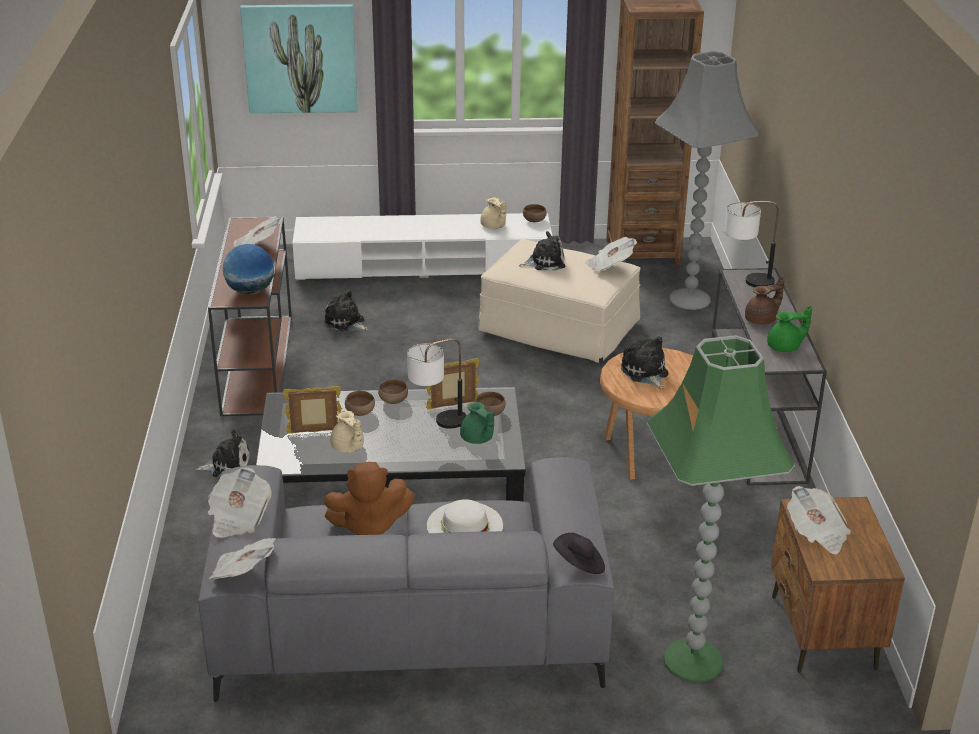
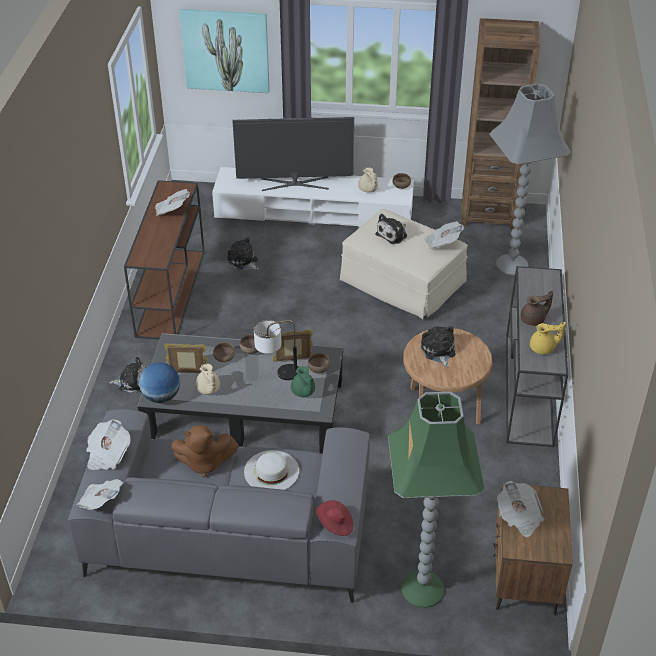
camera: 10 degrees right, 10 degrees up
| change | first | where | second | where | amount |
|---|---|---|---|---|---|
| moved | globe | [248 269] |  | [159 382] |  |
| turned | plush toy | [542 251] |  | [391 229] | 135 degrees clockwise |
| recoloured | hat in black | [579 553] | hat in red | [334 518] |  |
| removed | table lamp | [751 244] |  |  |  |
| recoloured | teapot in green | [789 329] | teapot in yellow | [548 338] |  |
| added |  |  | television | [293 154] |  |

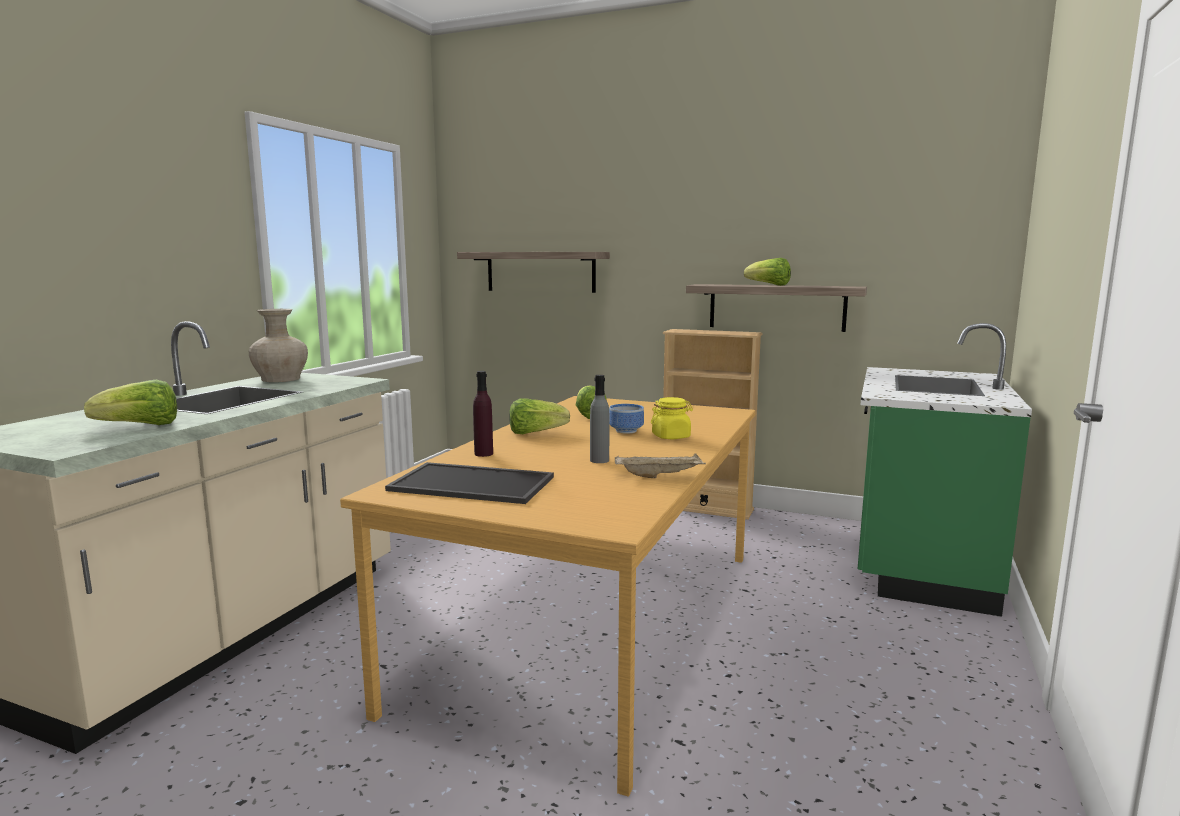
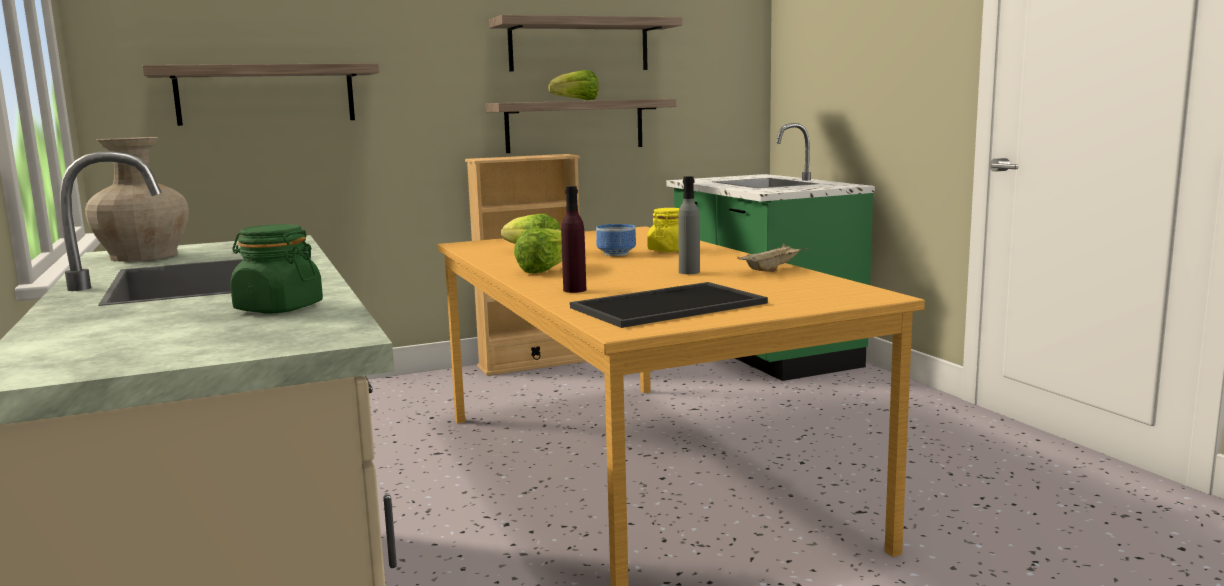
camera: 45 degrees left, 0 degrees up
| change | first | where | second | where | amount |
|---|---|---|---|---|---|
| replaced | lettuce | [130 402] | jar in green | [276 268] |  |
| added |  |  | shelf | [585 43] |  |

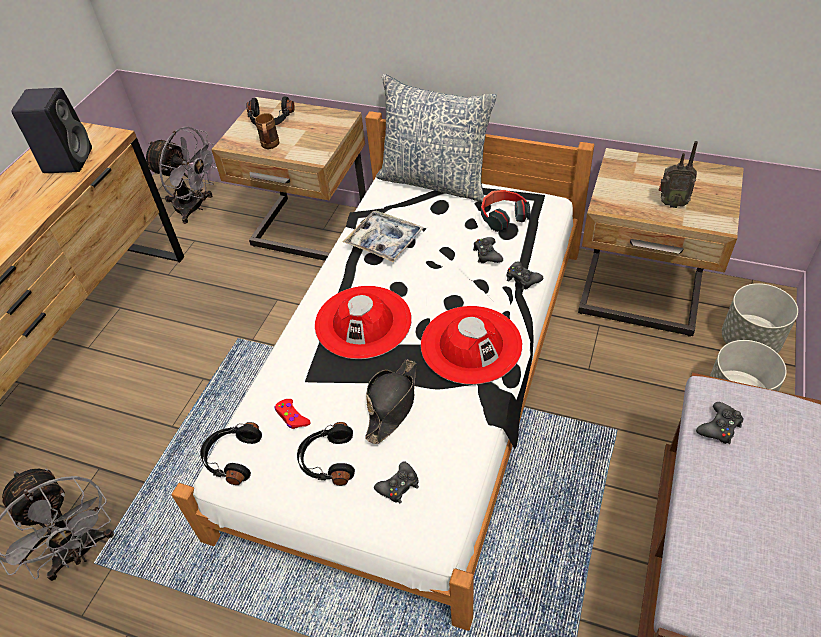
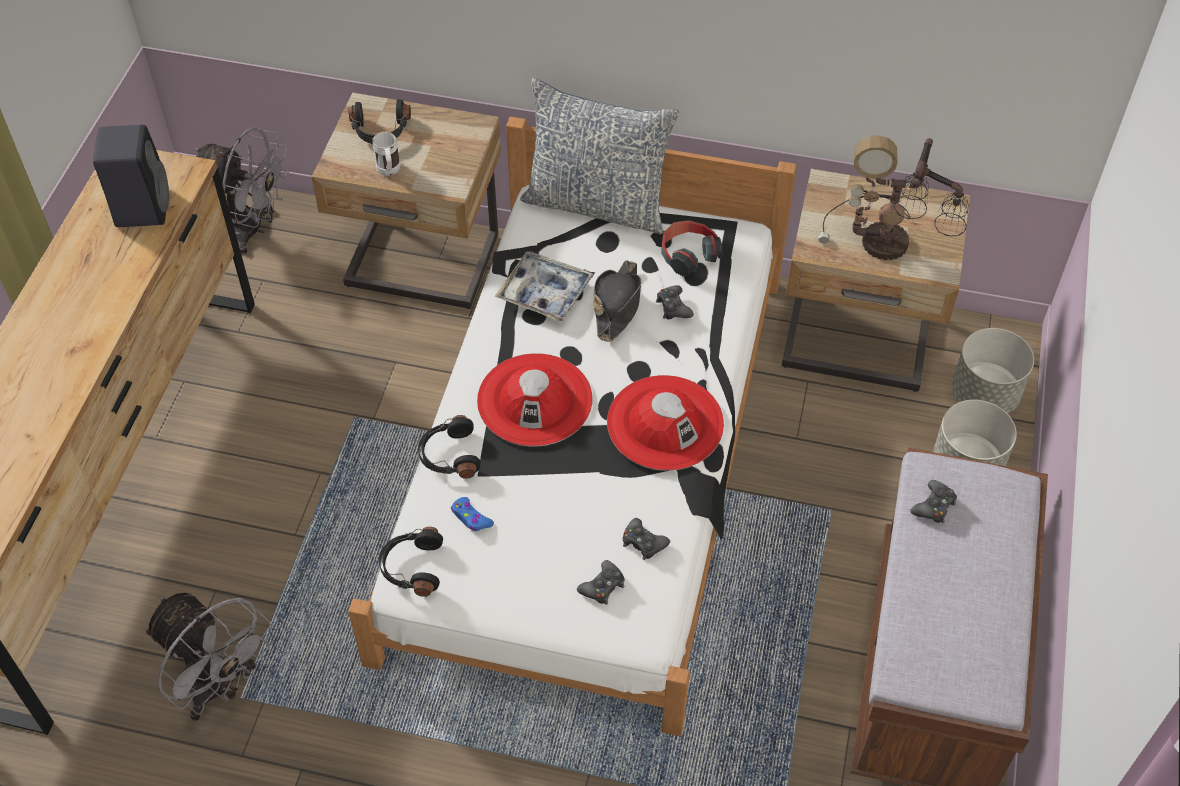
camera: 10 degrees left, 5 degrees up
| change | first | where | second | where | amount |
|---|---|---|---|---|---|
| recoloured | mug in brown | [267 131] | mug in white | [386 154] |  |
| recoloured | game controller in red | [293 414] | game controller in blue | [472 514] |  |
| moved | headphones in black | [326 454] |  | [449 447] |  |
| moved | hat in black | [391 401] |  | [617 301] |  |
| moved | game controller in black | [525 275] |  | [646 539] |  |
| replaced | radio | [678 174] | table lamp | [893 198] |  |

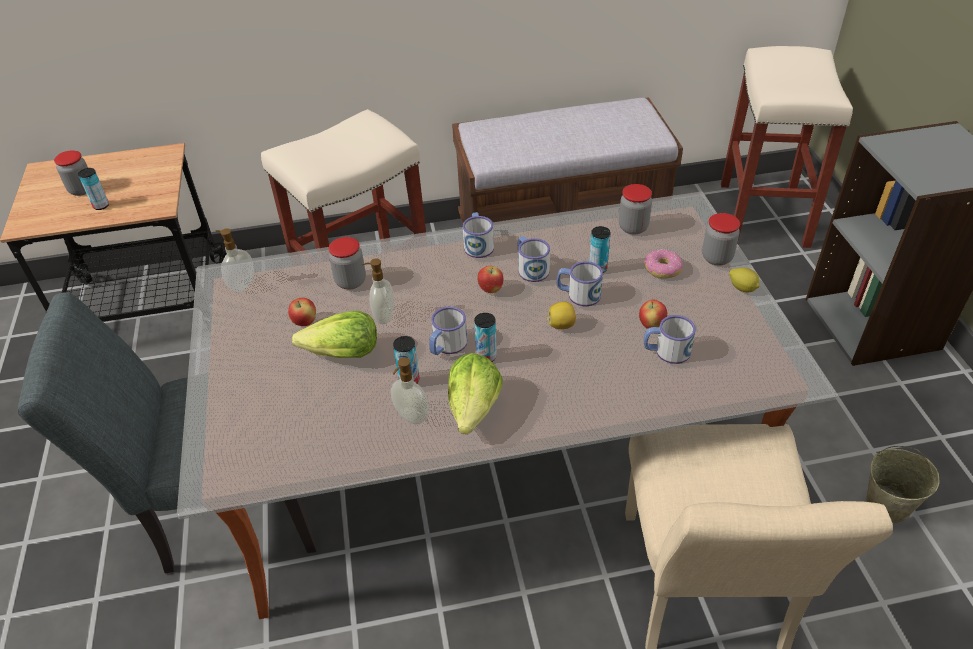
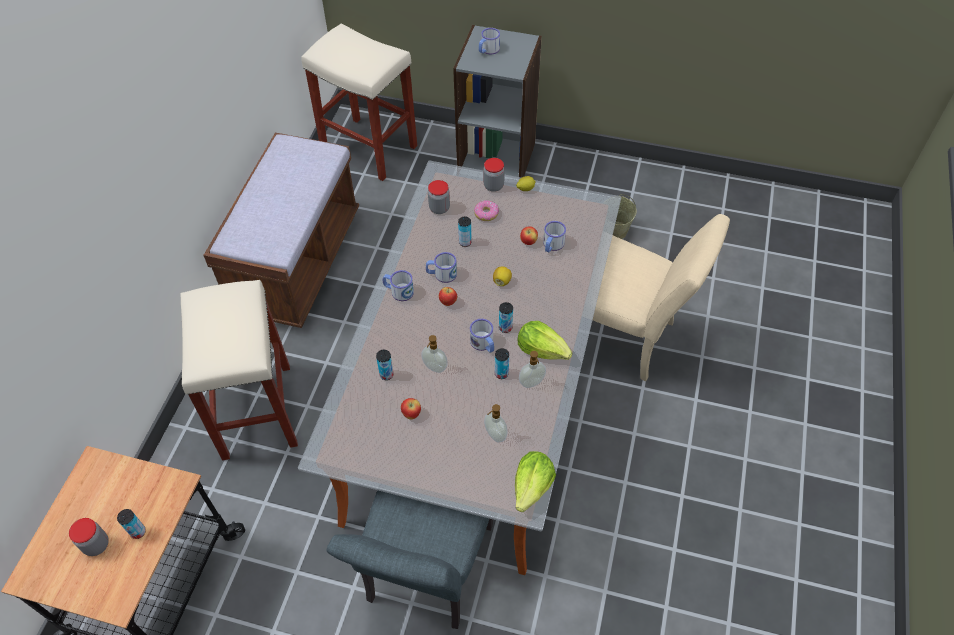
camera: 65 degrees left, 10 degrees up
| change | first | where | second | where | amount |
|---|---|---|---|---|---|
| moved | soap dispenser | [235 260] |  | [495 423] |  |
| moved | lettuce | [334 334] |  | [535 481] |  |
| replaced | jar | [347 263] | can | [385 365] |  |
| moved | mug | [579 283] |  | [489 41] |  |

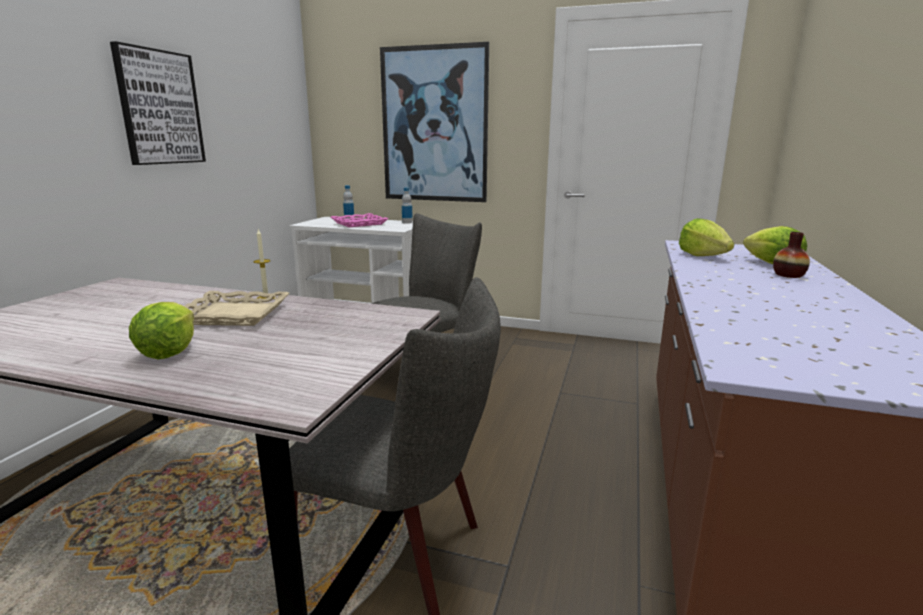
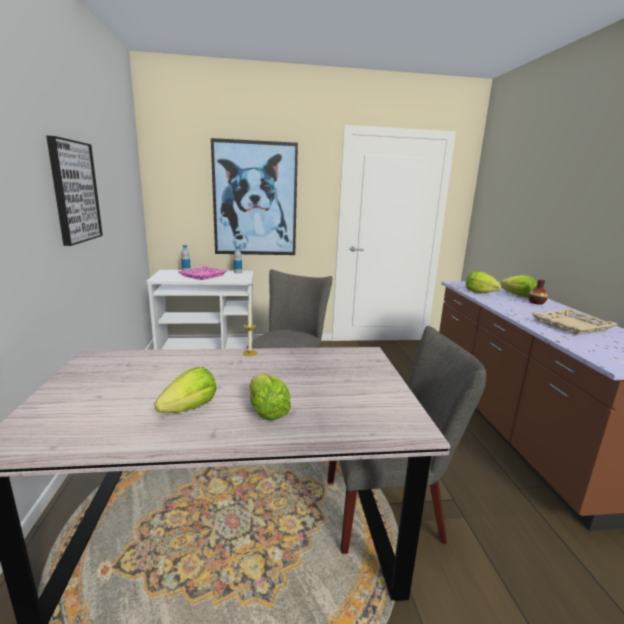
camera: 25 degrees left, 0 degrees up
| change | first | where | second | where | amount |
|---|---|---|---|---|---|
| moved | tray in beige | [236 308] |  | [575 322] |  |
| added |  |  | lettuce | [185 390] |  |

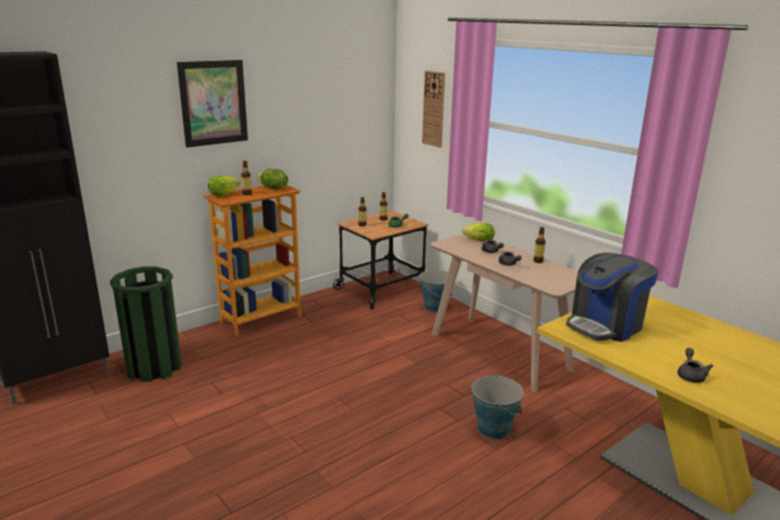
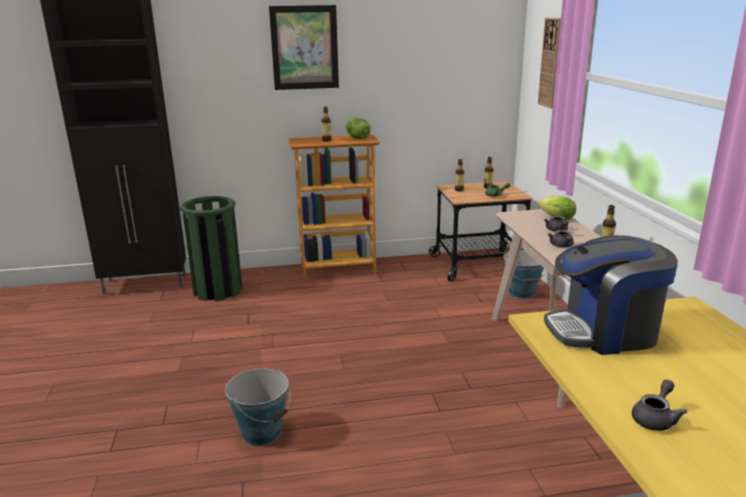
camera: 30 degrees right, 0 degrees up
| change | first | where | second | where | amount |
|---|---|---|---|---|---|
| removed | lettuce | [224 185] |  |  |  |
| moved | bucket | [497 407] |  | [258 407] |  |

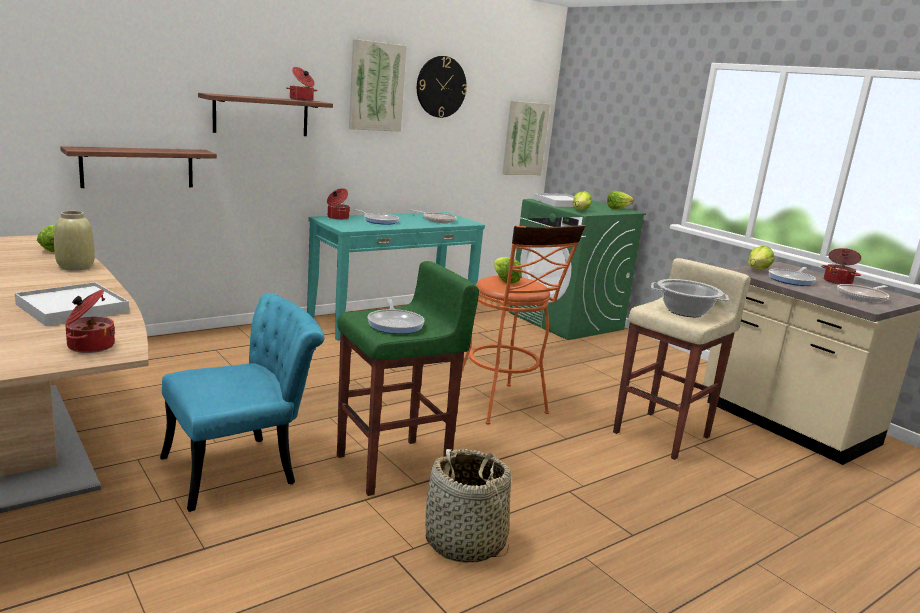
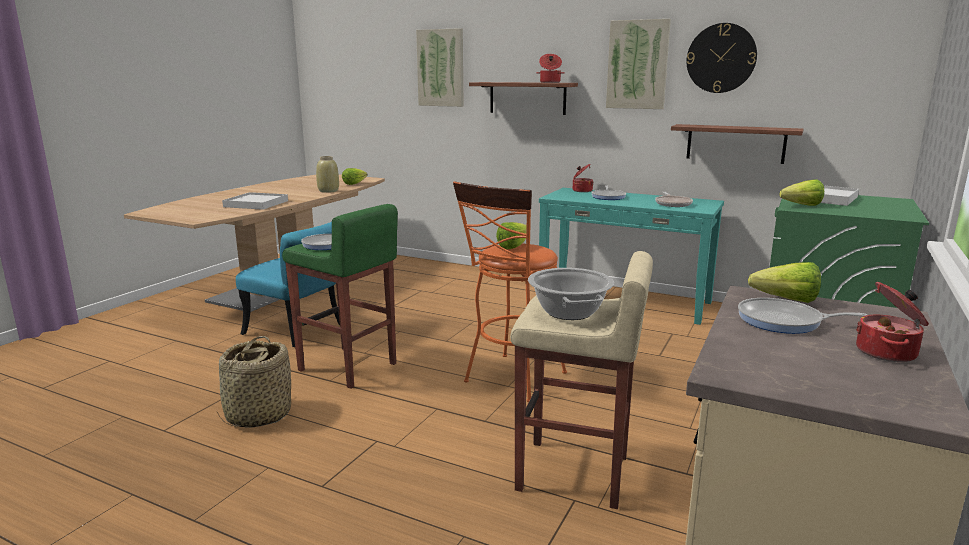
camera: 65 degrees right, 0 degrees up
| change | first | where | second | where | amount |
|---|---|---|---|---|---|
| moved | shelf | [138 167] |  | [737 144] |  |
| removed | cooking pot | [90 321] |  |  |  |
| moved | picture | [526 138] |  | [440 67] |  |
| removed | lettuce | [620 200] |  |  |  |
| removed | frying pan | [863 293] |  |  |  |

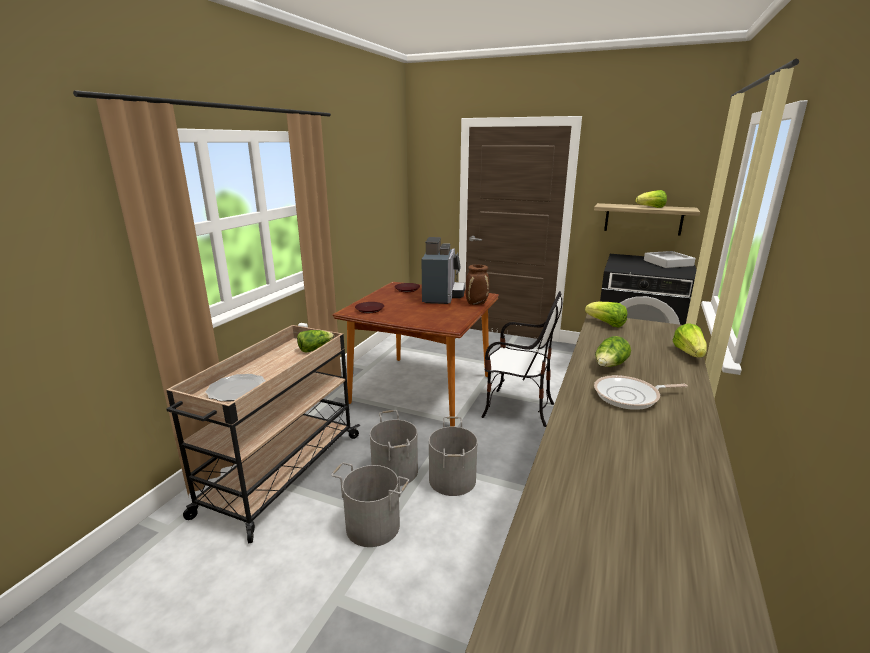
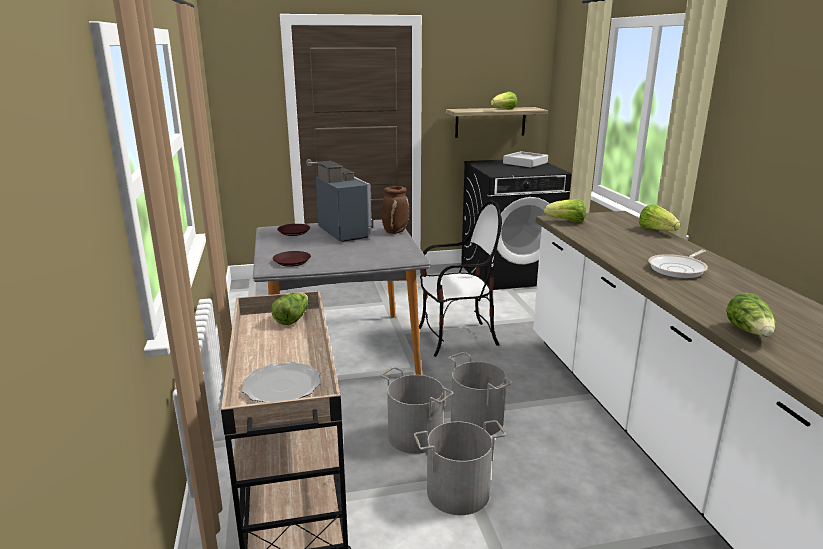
camera: 35 degrees left, 0 degrees up
| change | first | where | second | where | amount |
|---|---|---|---|---|---|
| recoloured | dining table in brown | [416 354] | dining table in grey | [341 297] |  |
| moved | lettuce | [613 351] |  | [751 314] |  |

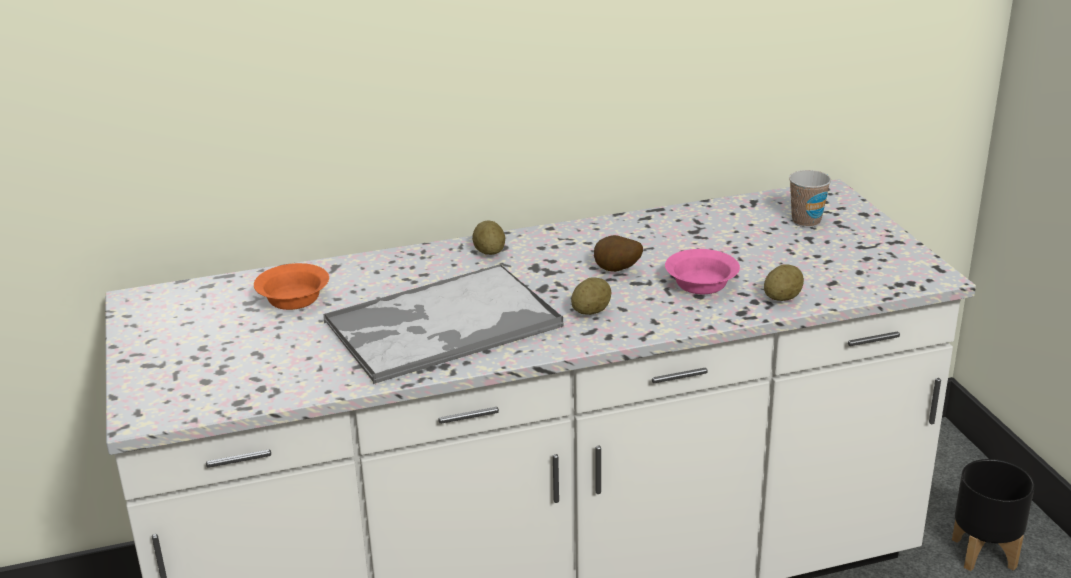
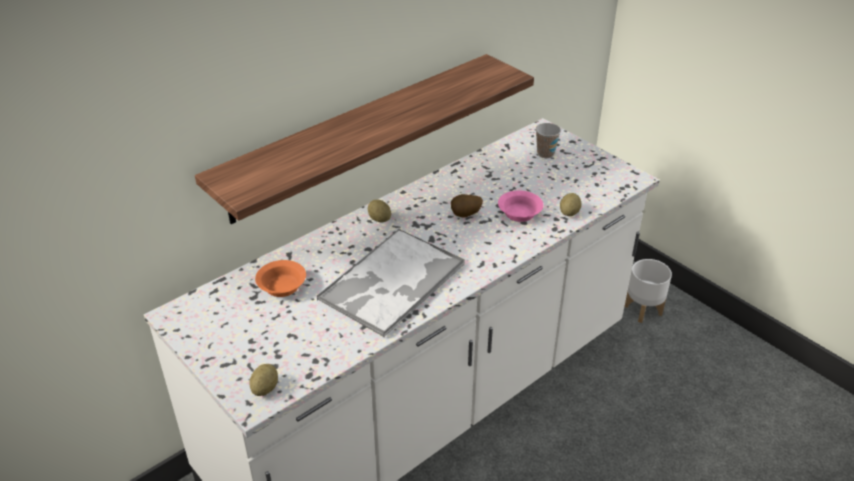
camera: 25 degrees left, 10 degrees up
| change | first | where | second | where | amount |
|---|---|---|---|---|---|
| moved | potato | [591 296] |  | [264 380] |  |
| recoloured | planter in black | [993 515] | planter in white | [648 291] |  |
| added |  |  | shelf | [364 139] |  |

